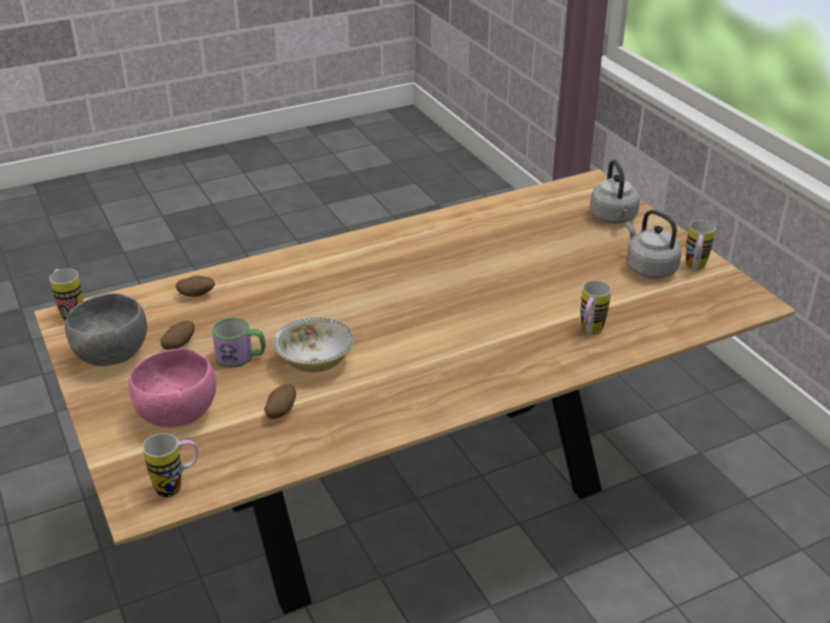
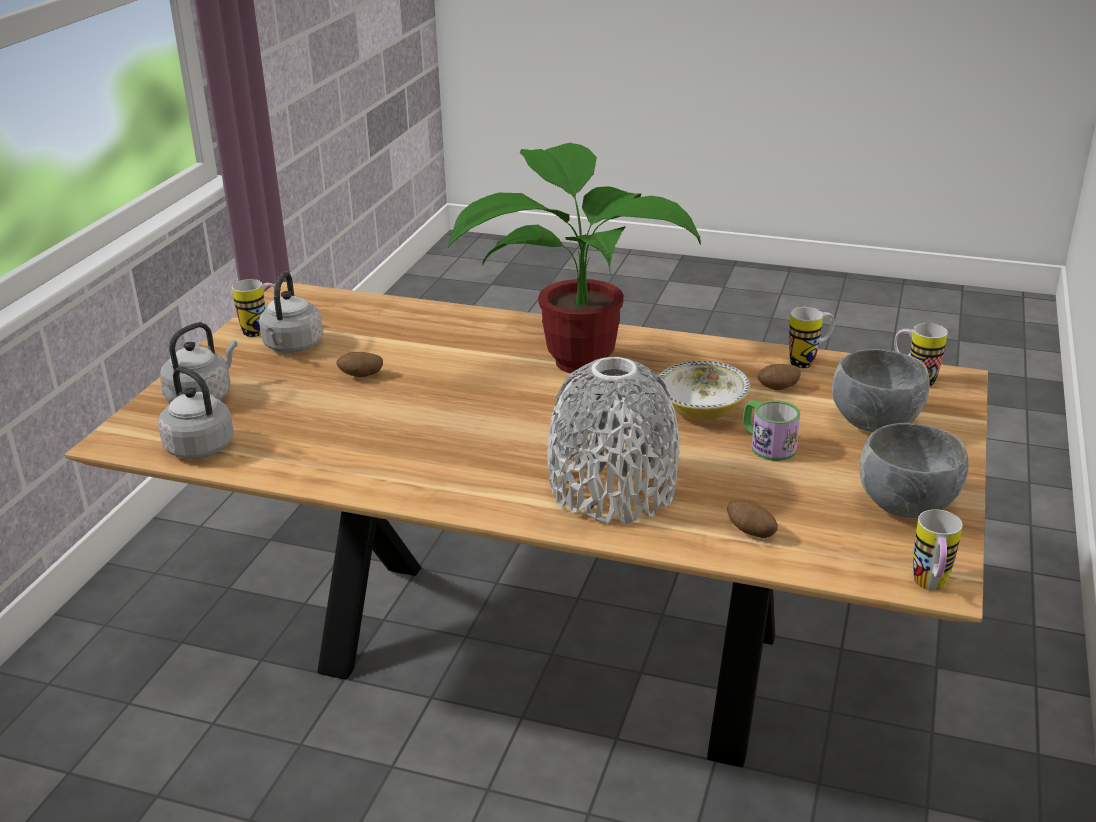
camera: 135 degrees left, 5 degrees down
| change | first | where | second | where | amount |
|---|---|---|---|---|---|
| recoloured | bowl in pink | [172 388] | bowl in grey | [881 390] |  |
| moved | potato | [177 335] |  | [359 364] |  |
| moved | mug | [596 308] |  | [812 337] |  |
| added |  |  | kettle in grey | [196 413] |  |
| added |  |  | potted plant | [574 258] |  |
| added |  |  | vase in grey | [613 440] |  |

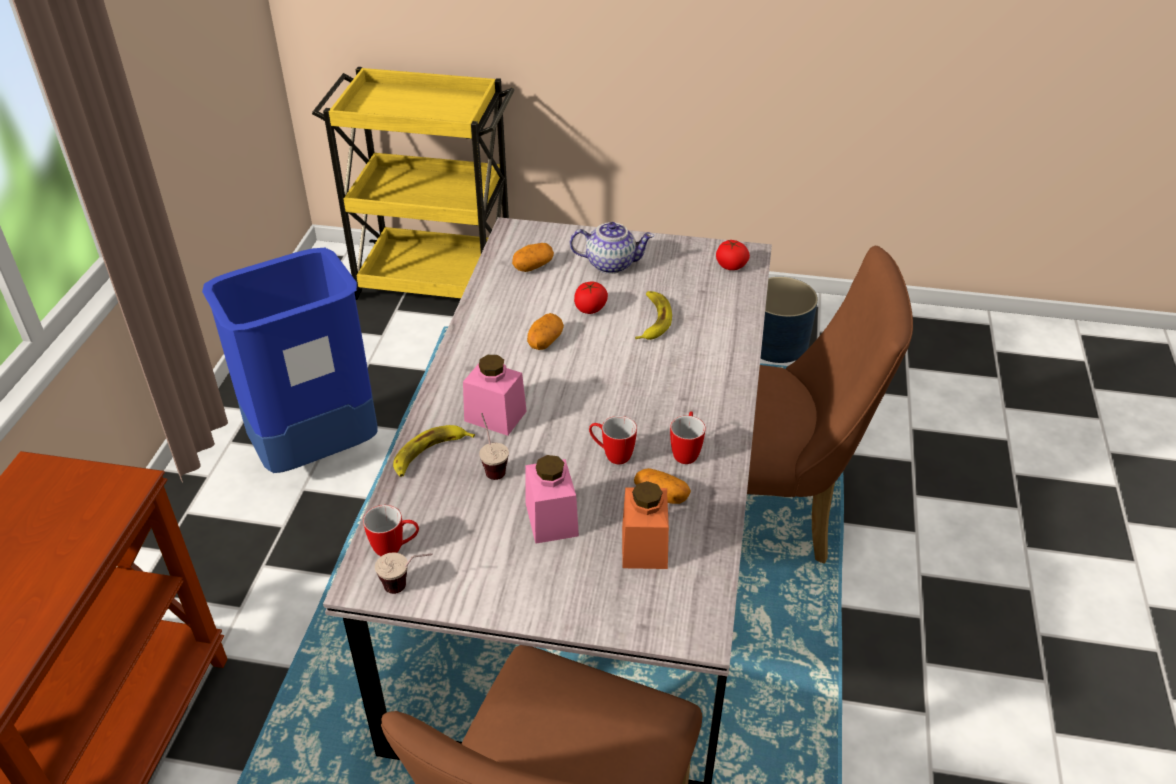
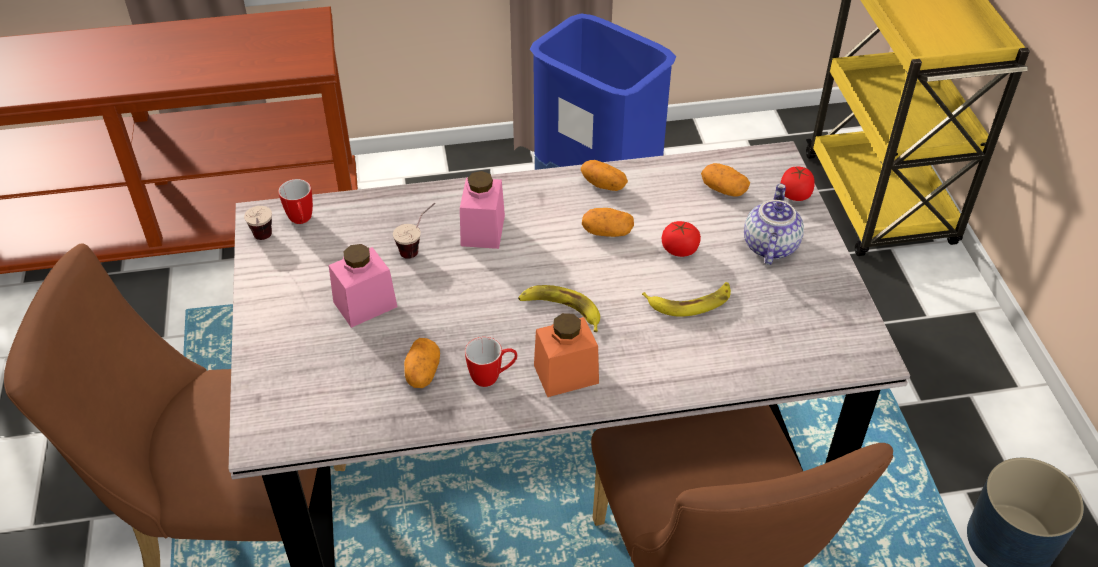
camera: 70 degrees right, 5 degrees up
| change | first | where | second | where | amount |
|---|---|---|---|---|---|
| moved | banana | [434 451] |  | [559 308] |  |
| turned | teapot | [612 248] |  | [774 224] | 150 degrees counterclockwise |
| removed | mug | [613 440] |  |  |  |
| moved | jar in orange | [645 525] |  | [566 355] |  |
| moved | tomato | [733 255] |  | [798 183] |  |
| added |  |  | potato | [604 175] |  |

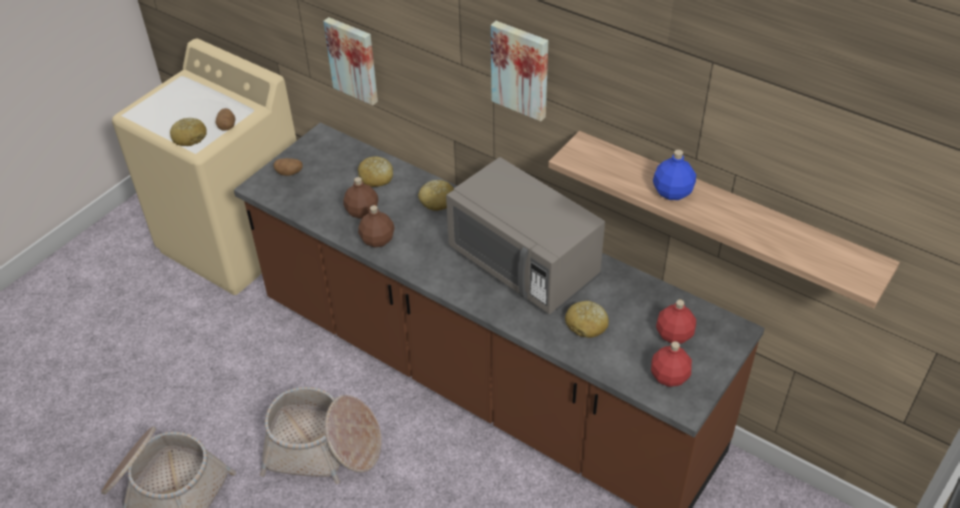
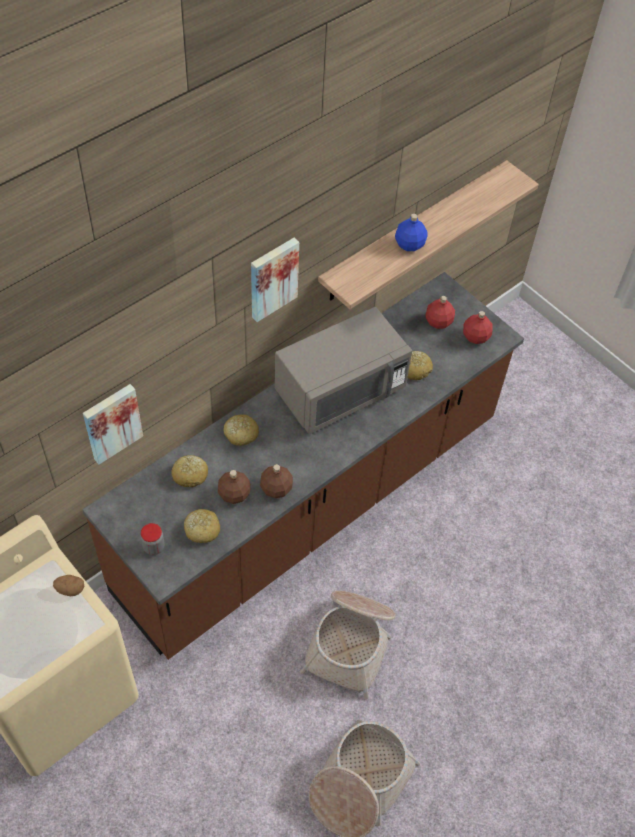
camera: 80 degrees left, 10 degrees up
| change | first | where | second | where | amount |
|---|---|---|---|---|---|
| moved | bread | [188 132] |  | [202 526] |  |
| replaced | potato | [288 167] | jar | [153 539] |  |

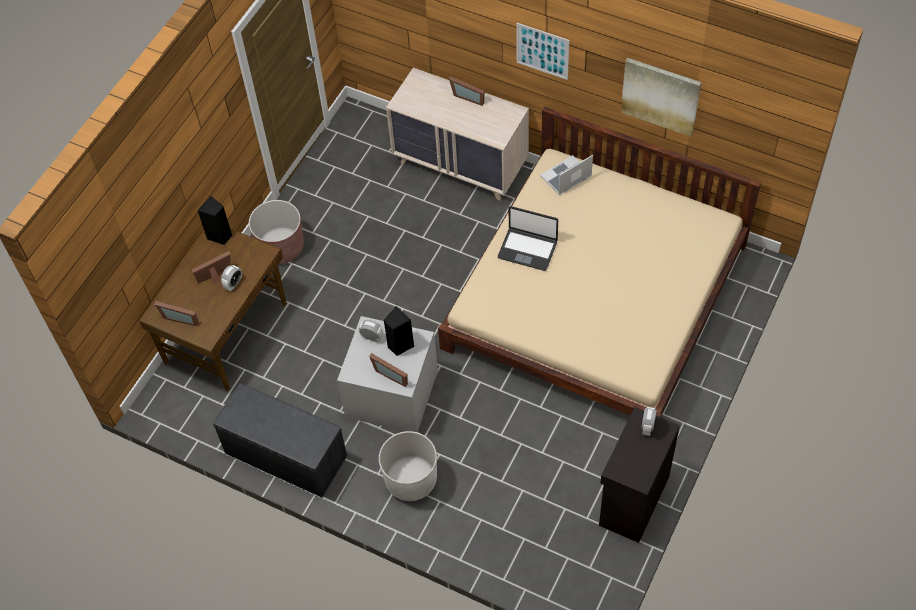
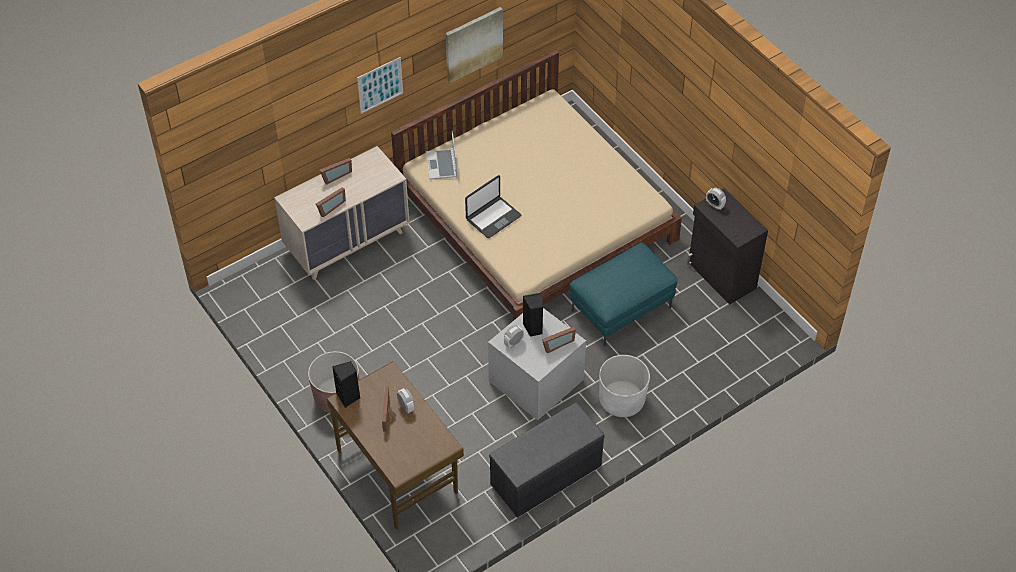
camera: 65 degrees left, 5 degrees down
| change | first | where | second | where | amount |
|---|---|---|---|---|---|
| moved | picture frame | [176 313] |  | [331 202] |  |
| added |  |  | ottoman in turquoise | [623 294] |  |

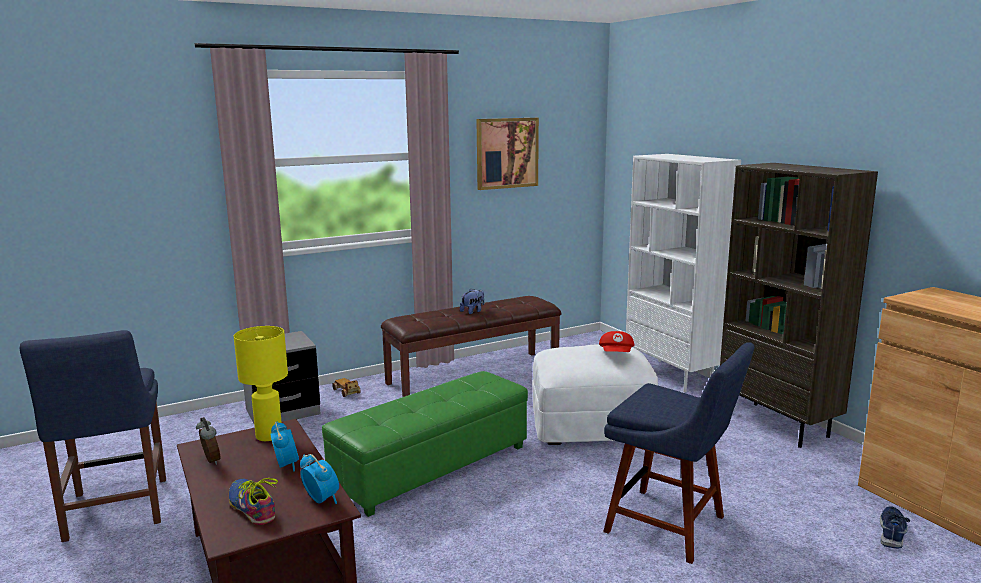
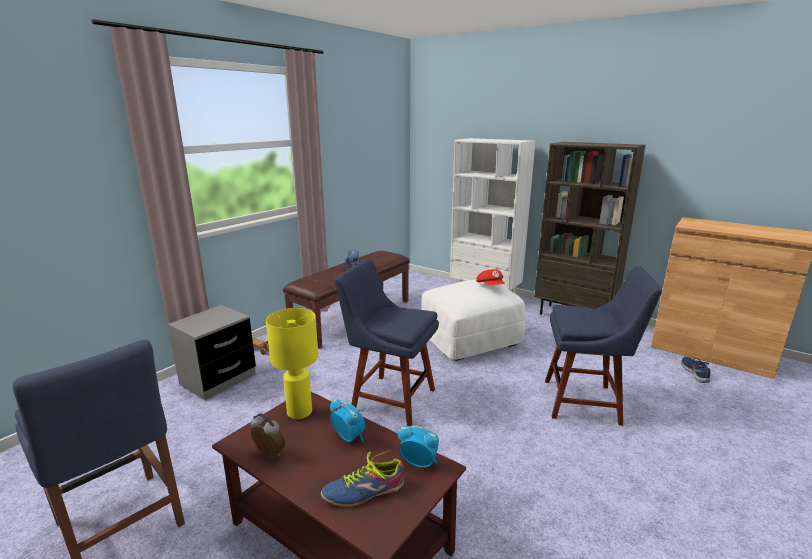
camera: 25 degrees left, 5 degrees up
| change | first | where | second | where | amount |
|---|---|---|---|---|---|
| turned | shoe | [253 501] |  | [362 478] | 45 degrees counterclockwise |
| replaced | ottoman in green | [425 444] | chair in blue | [387 343] |  |
| removed | picture | [507 154] |  |  |  |

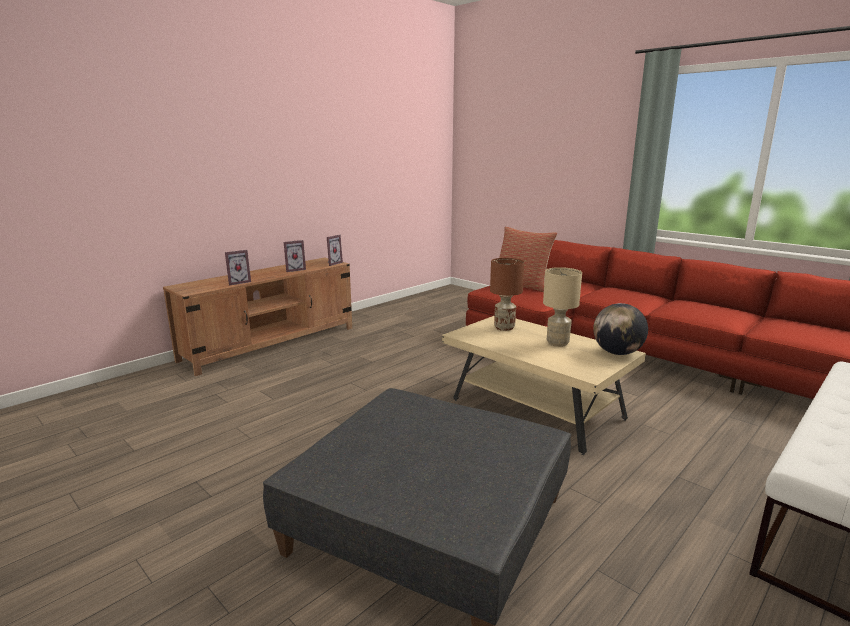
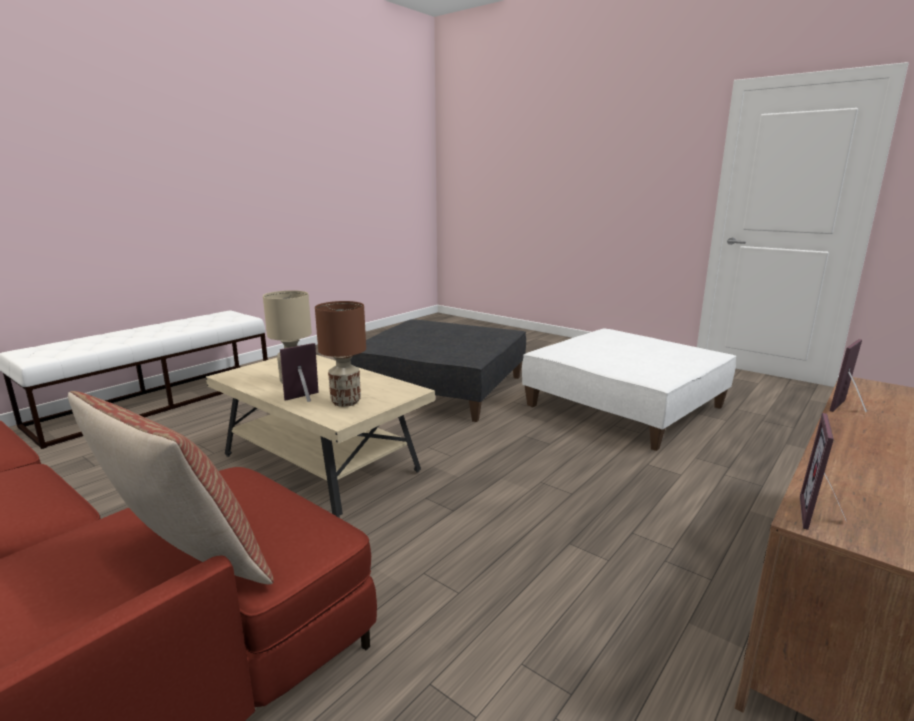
camera: 175 degrees right, 0 degrees up
| change | first | where | second | where | amount |
|---|---|---|---|---|---|
| moved | picture frame | [295 256] |  | [299 372] |  |
| removed | globe | [620 329] |  |  |  |
| added |  |  | ottoman in white | [629 390] |  |

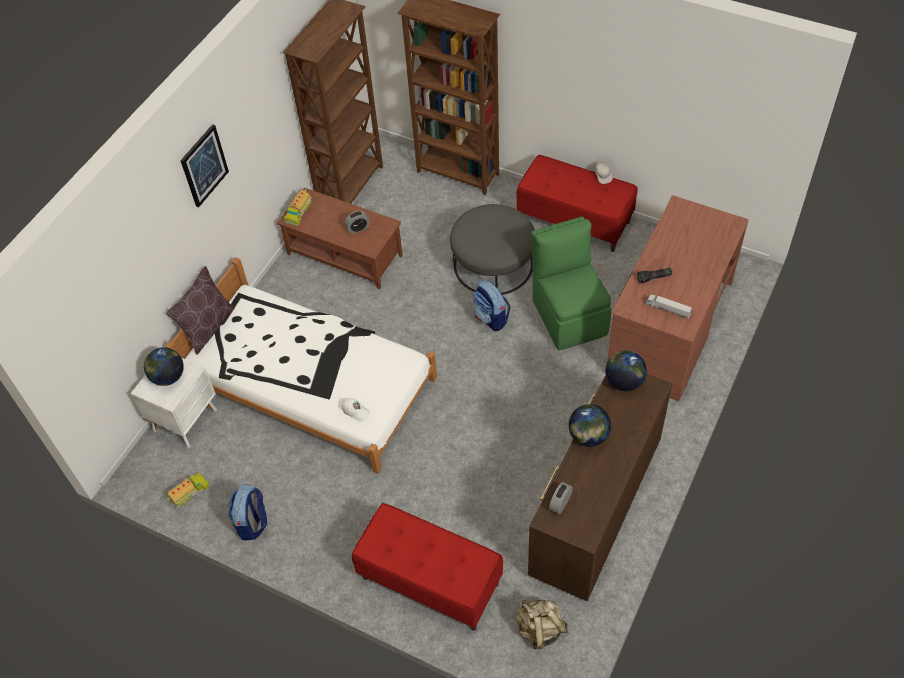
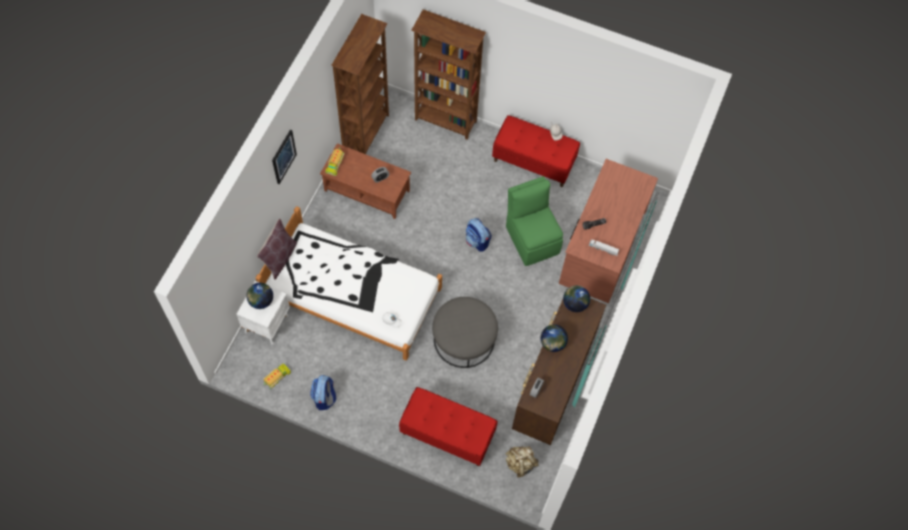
camera: 10 degrees left, 10 degrees up
| change | first | where | second | where | amount |
|---|---|---|---|---|---|
| moved | ottoman in grey | [492 249] |  | [465 332] |  |

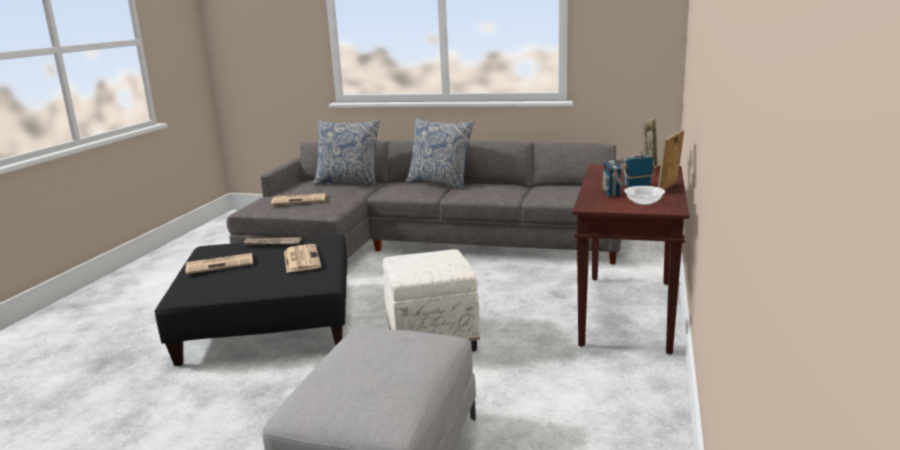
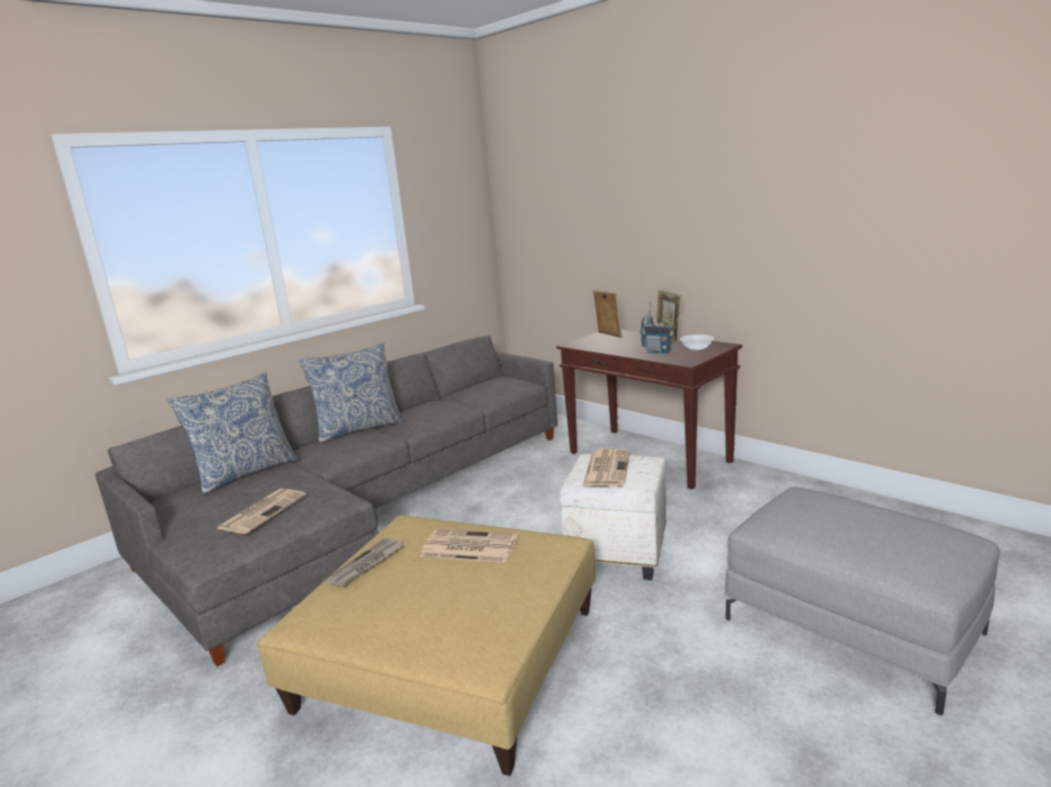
camera: 60 degrees left, 0 degrees up
| change | first | where | second | where | amount |
|---|---|---|---|---|---|
| recoloured | ottoman in black | [250 300] | ottoman in beige | [426 645] |  |
| moved | newspaper | [219 263] |  | [606 467] |  |

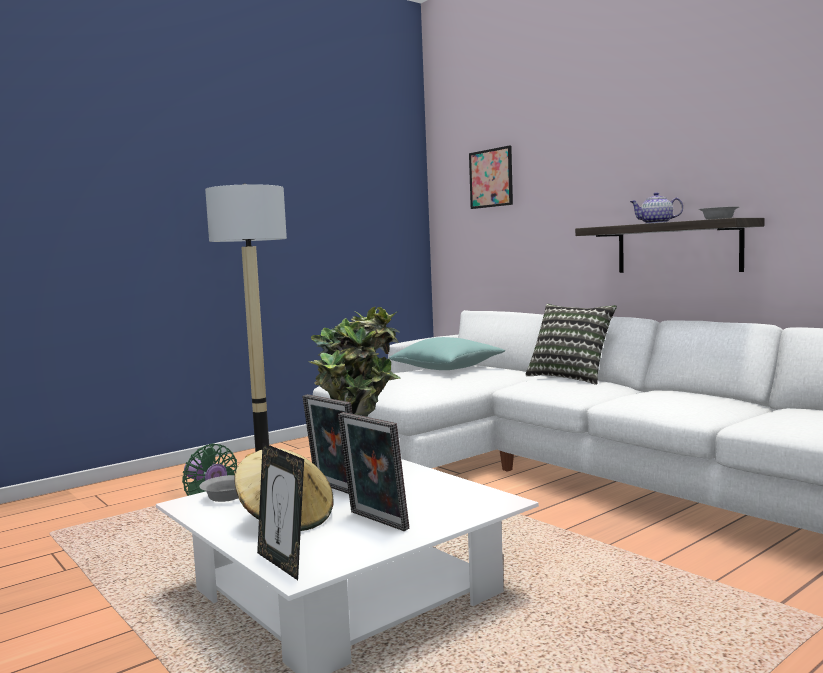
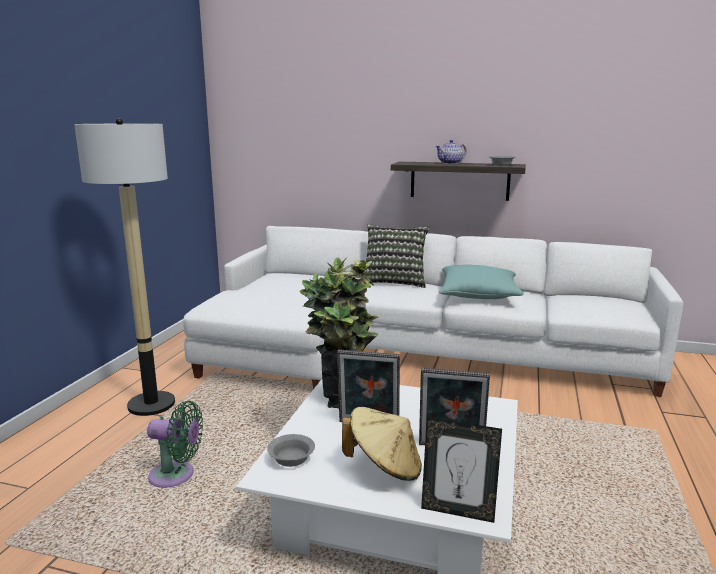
camera: 35 degrees left, 10 degrees up
| change | first | where | second | where | amount |
|---|---|---|---|---|---|
| moved | pillow in turquoise | [447 353] |  | [481 282] |  |
| removed | picture | [491 177] |  |  |  |

